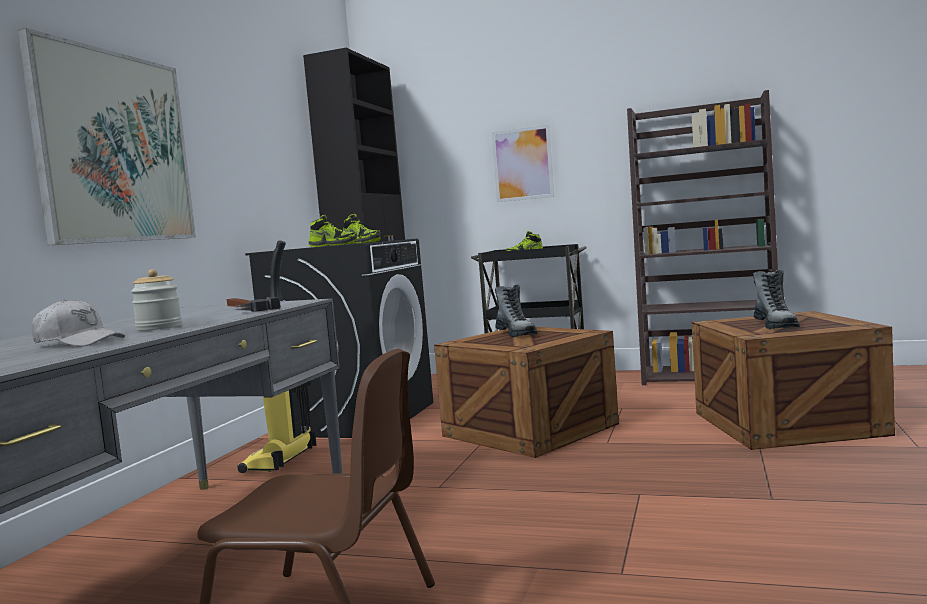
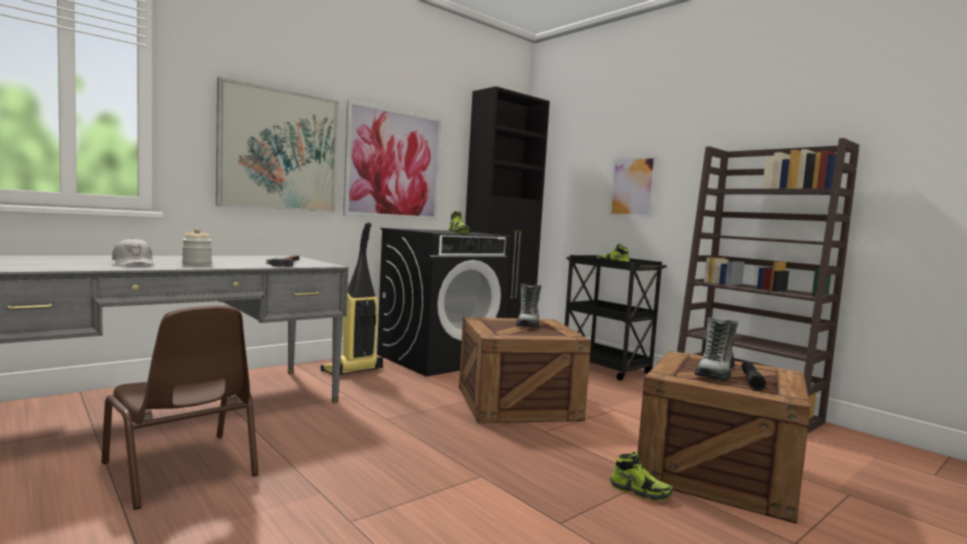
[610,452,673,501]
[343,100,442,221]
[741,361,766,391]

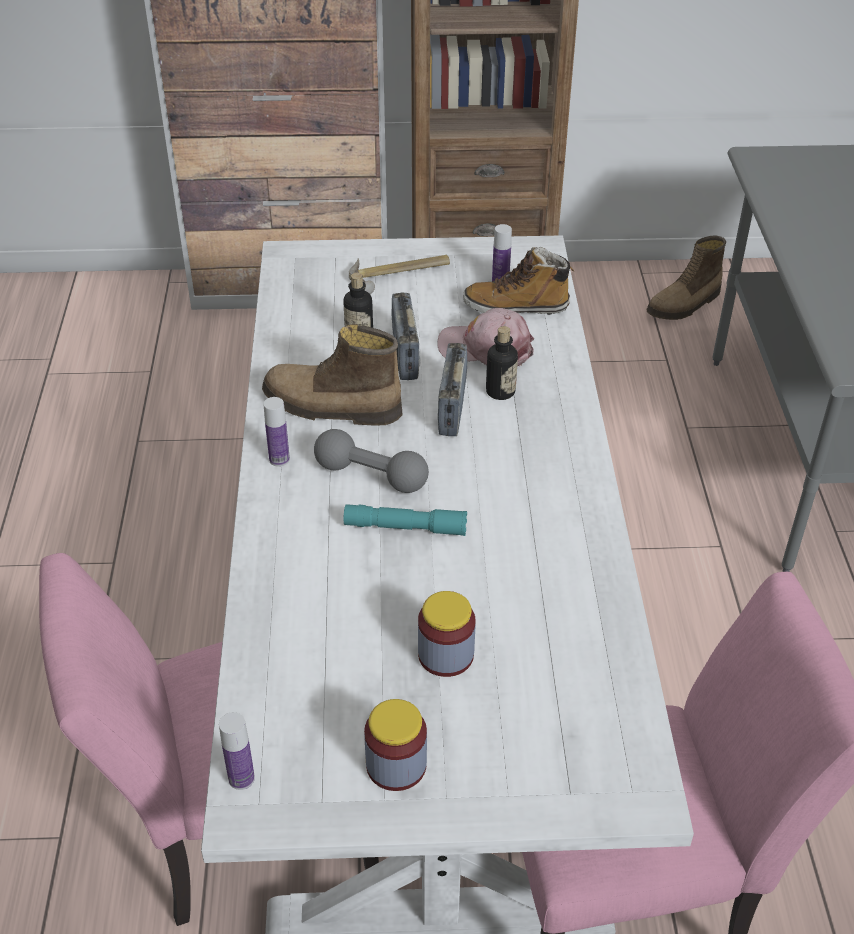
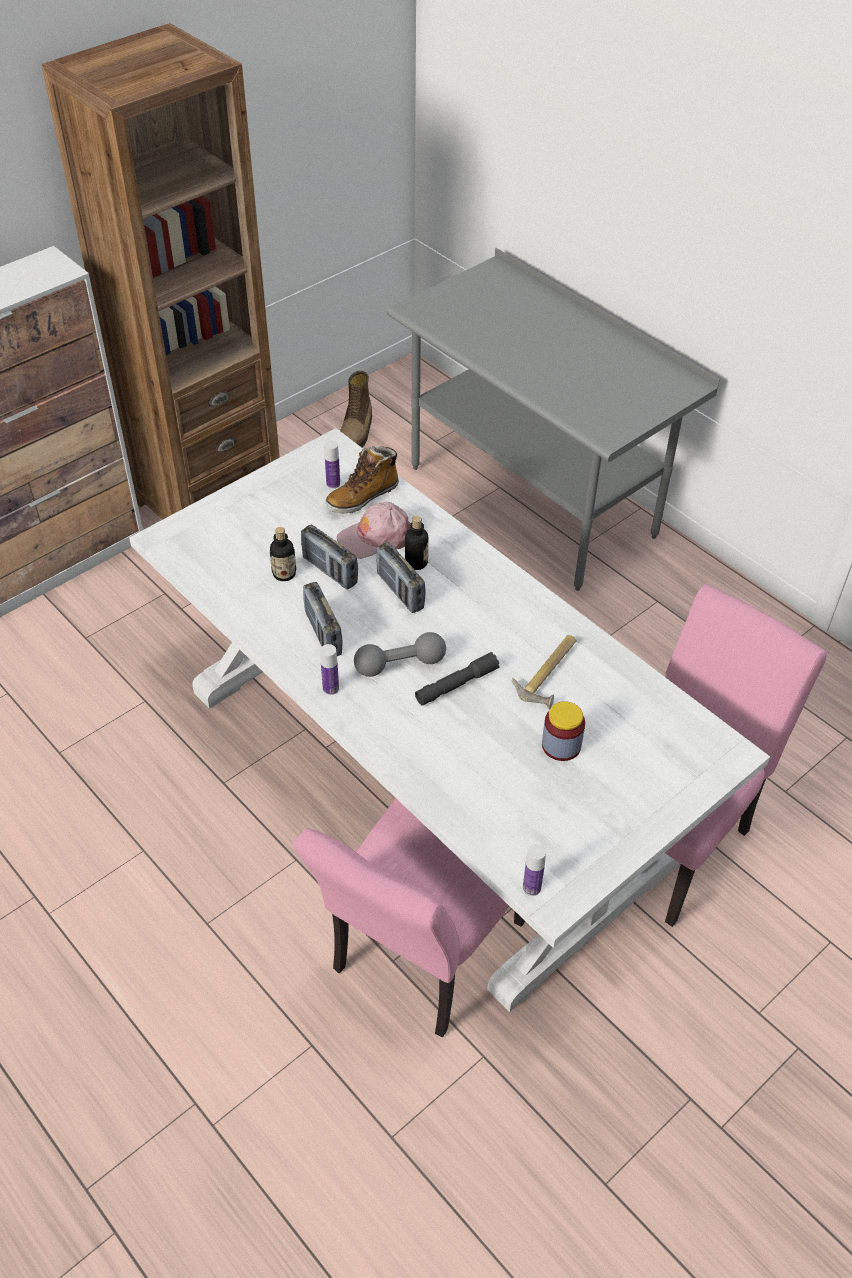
[303,582,343,656]
[415,652,500,705]
[512,635,576,710]
[364,699,427,791] (first image)

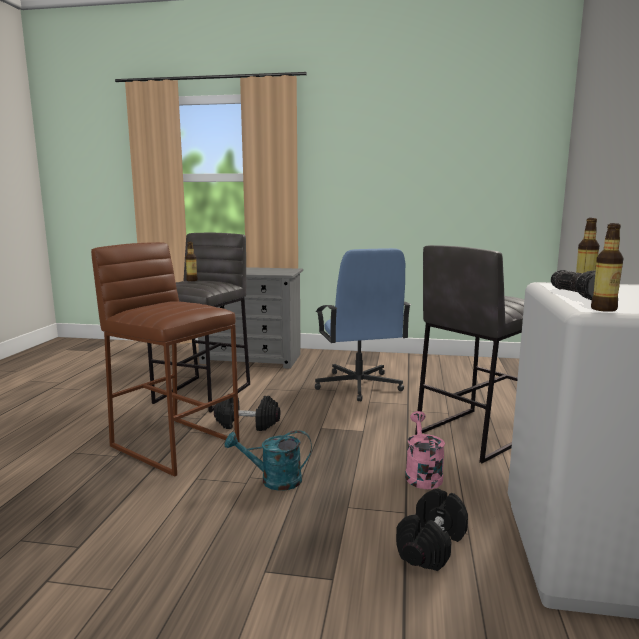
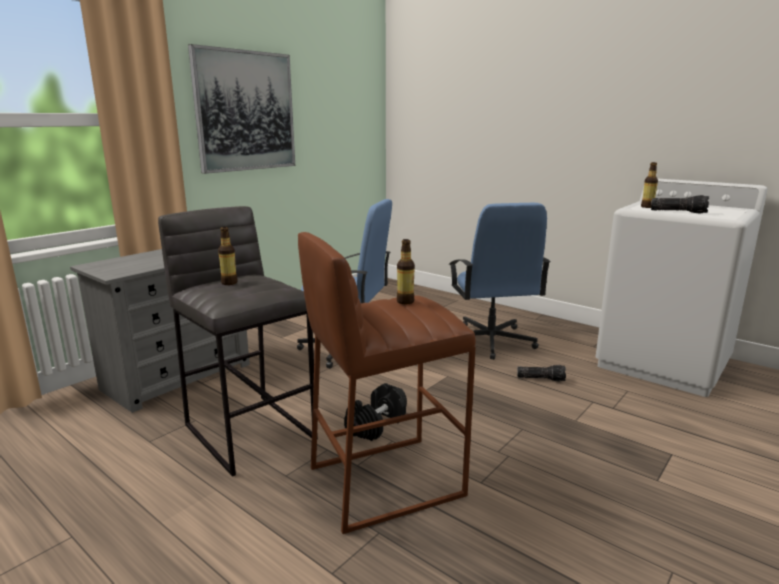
[225,430,312,491] (first image)
[396,488,468,571] (first image)
[517,365,566,382]
[449,203,551,360]
[397,239,415,304]
[188,44,295,174]

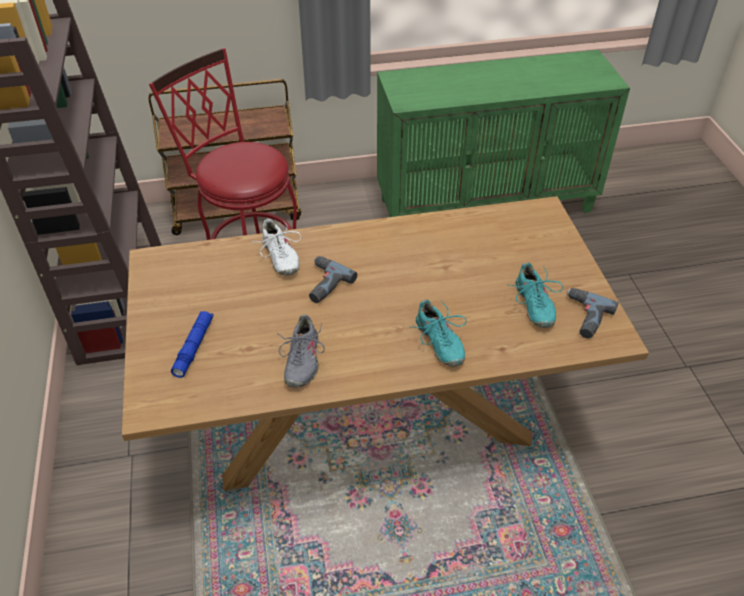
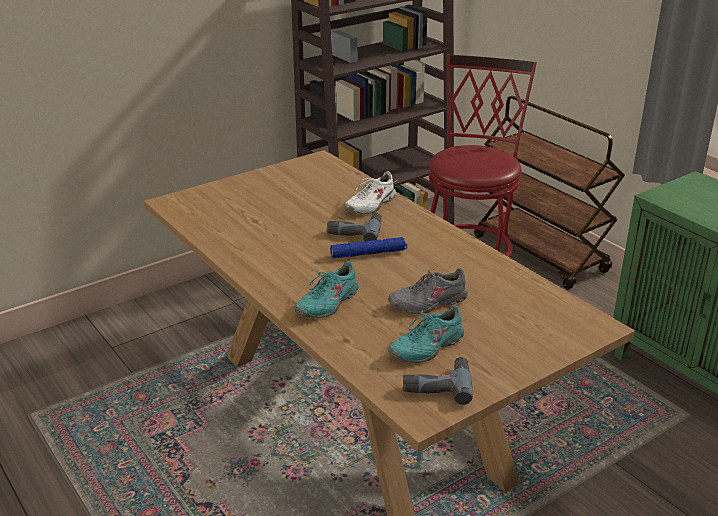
[330,237,407,258]
[388,268,468,314]

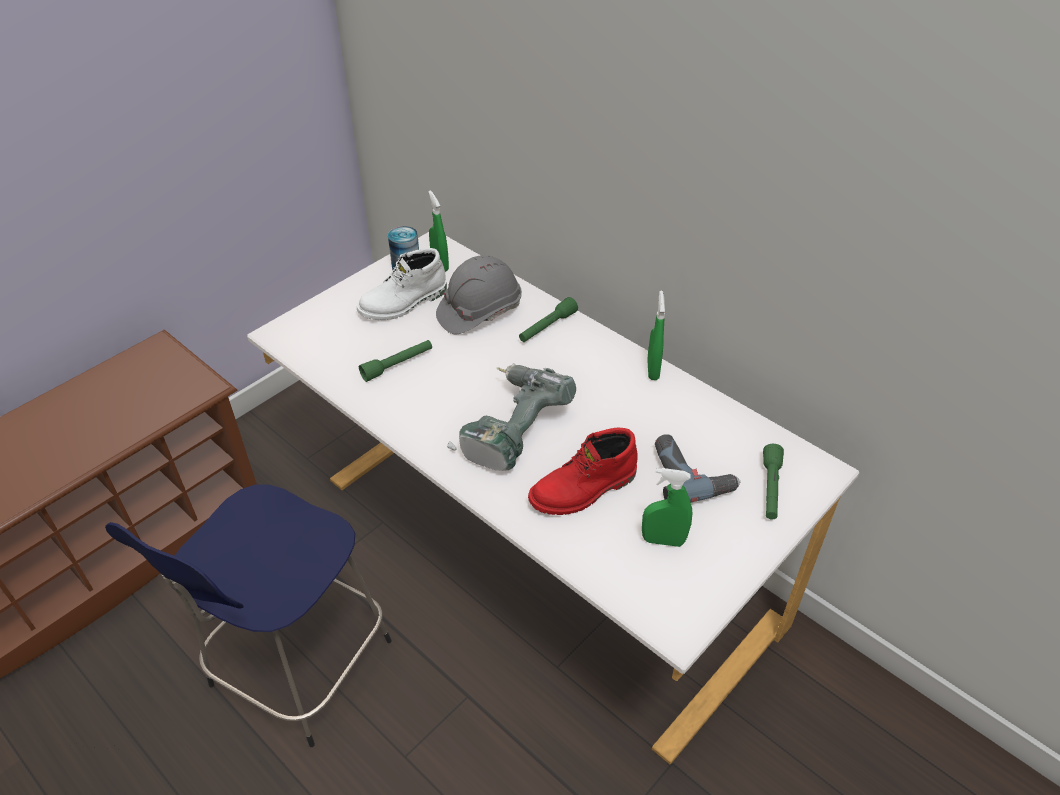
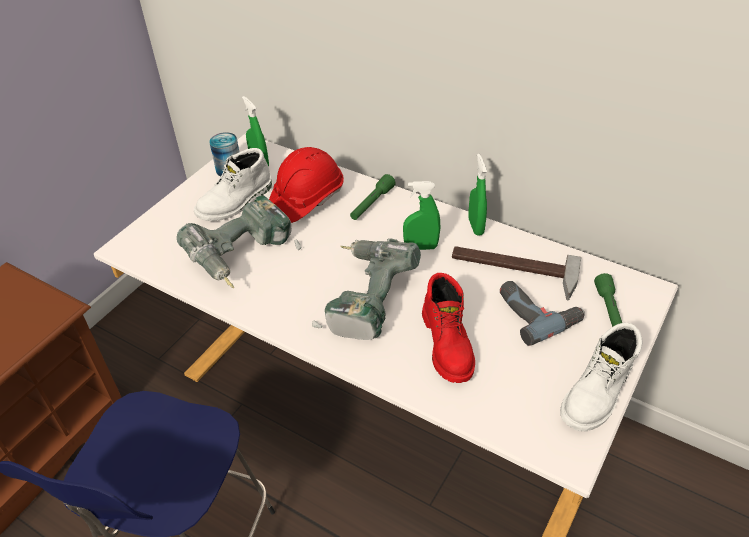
[177,196,302,289]
[269,147,344,223]
[422,273,475,383]
[403,181,440,250]
[452,246,581,300]
[560,323,642,431]

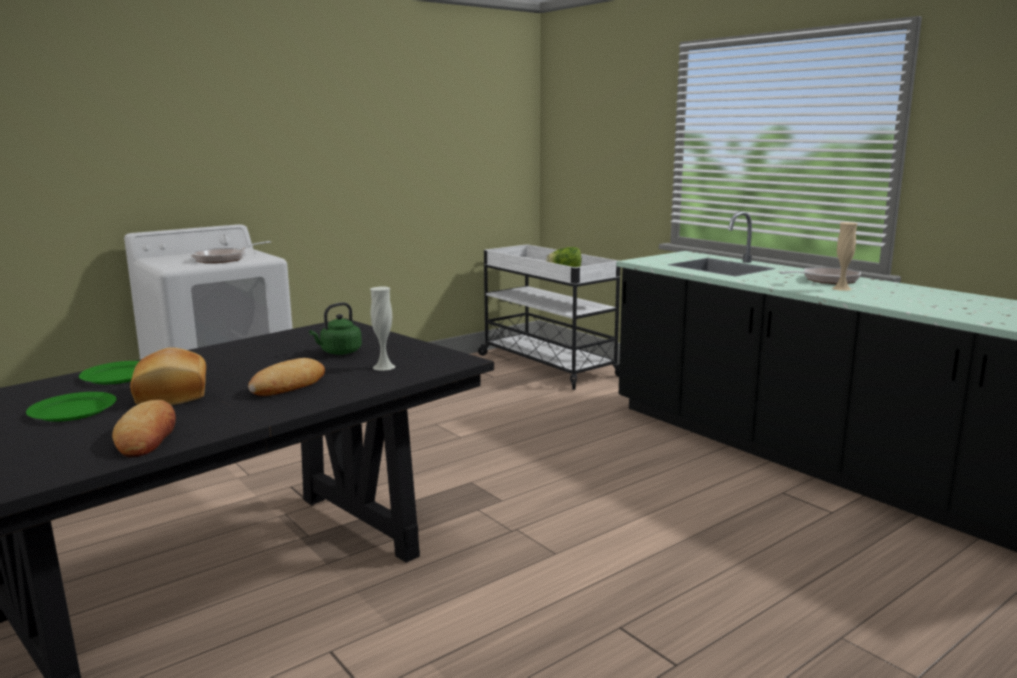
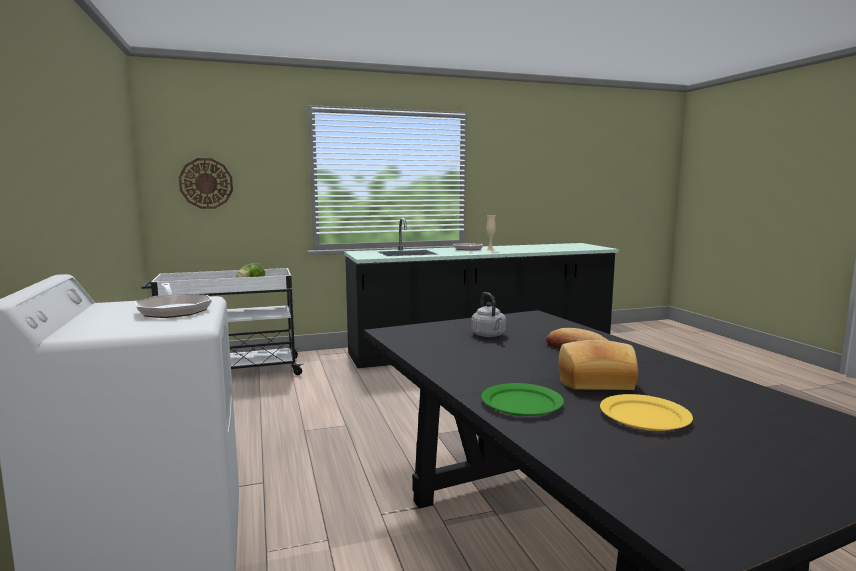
[600,394,693,431]
[112,400,176,457] (first image)
[471,292,506,337]
[370,287,395,371] (first image)
[179,158,233,209]

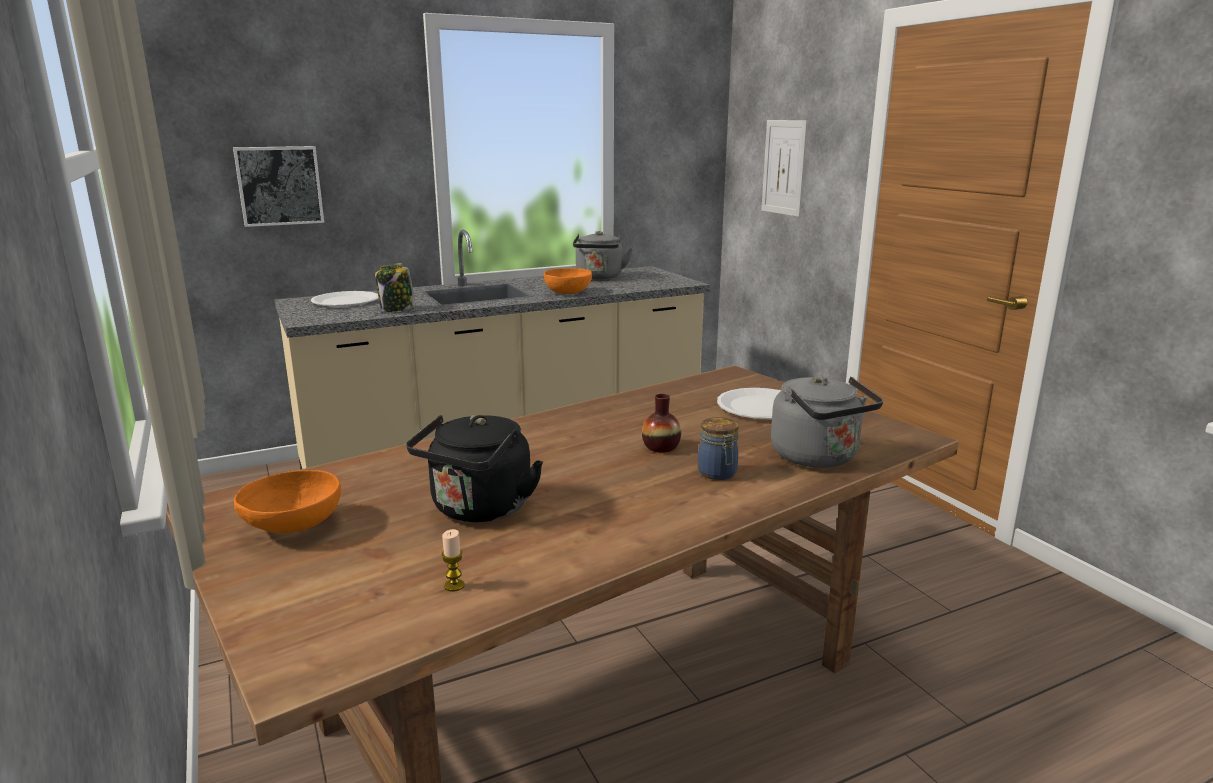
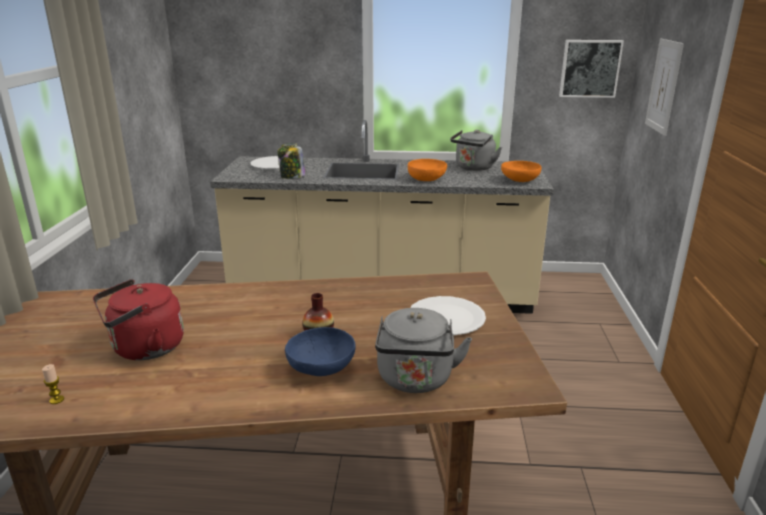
[559,40,624,98]
[501,161,542,182]
[93,279,184,360]
[285,327,356,376]

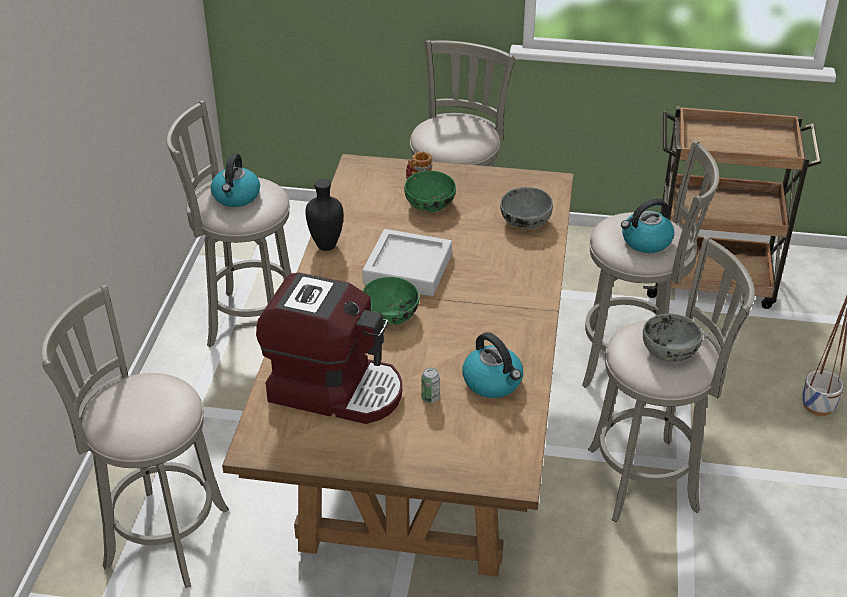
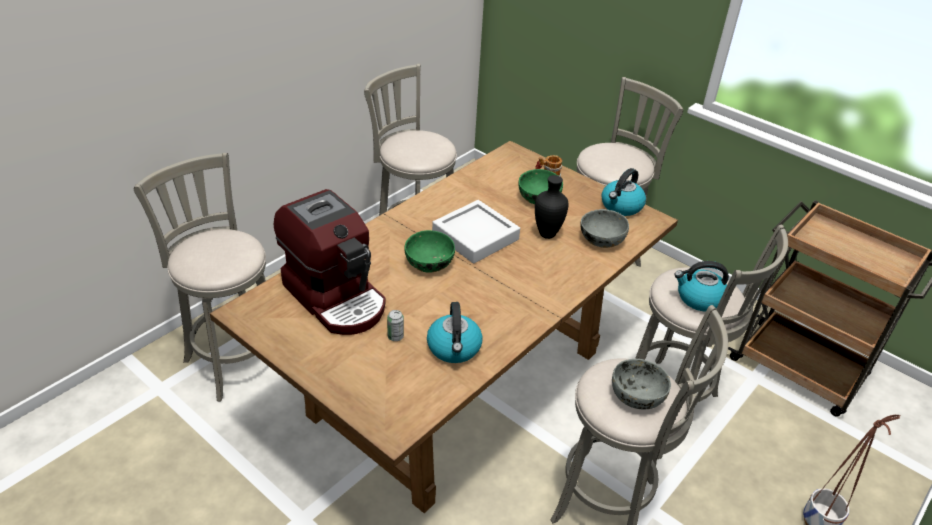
[601,168,646,216]
[535,175,569,239]

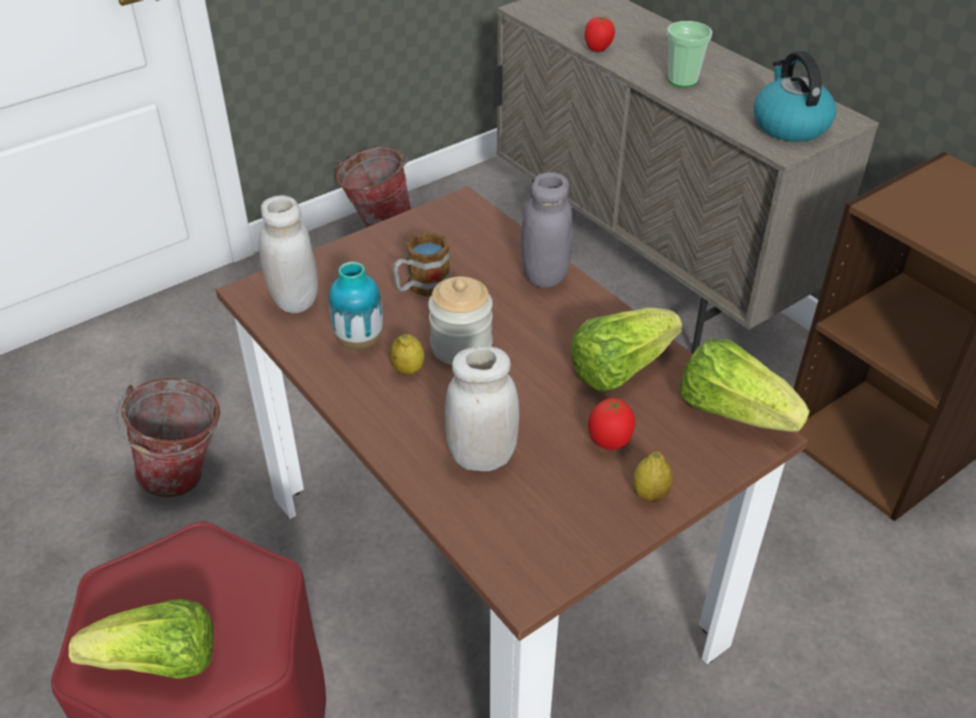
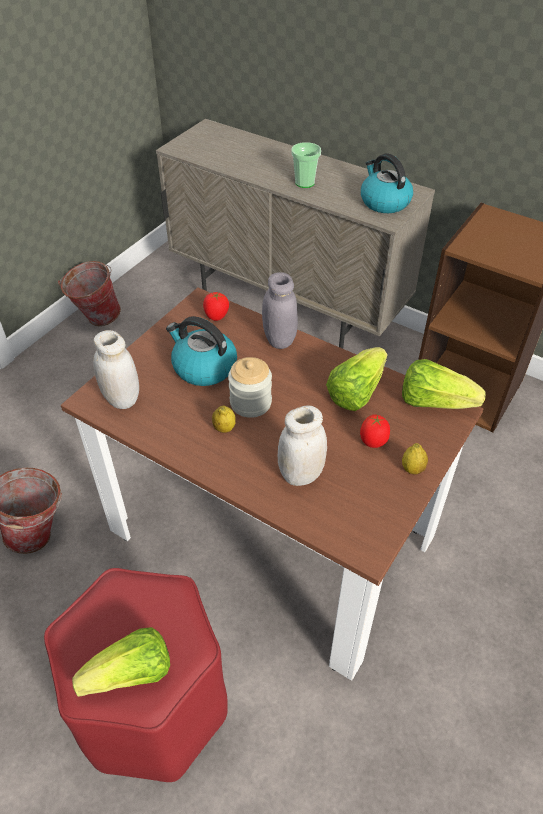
[329,262,383,350] (first image)
[166,316,237,386]
[203,292,229,321]

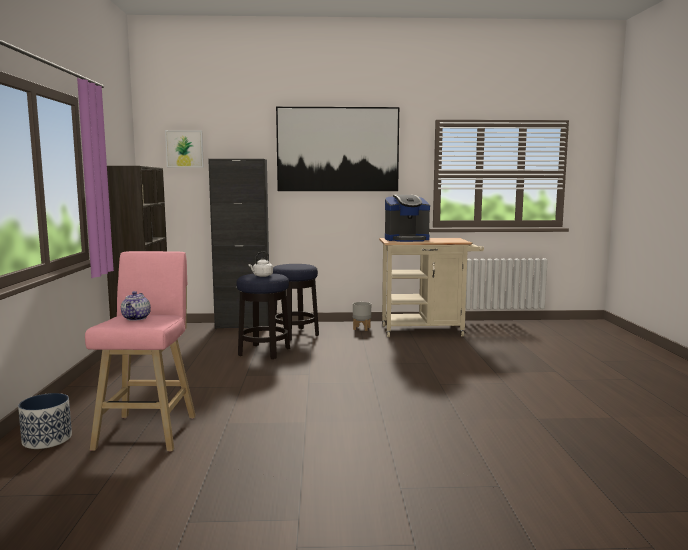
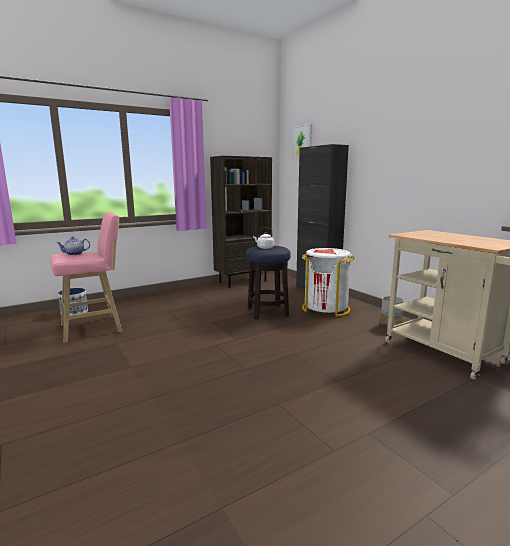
[302,248,354,317]
[276,107,399,191] (first image)
[385,195,430,242] (first image)

